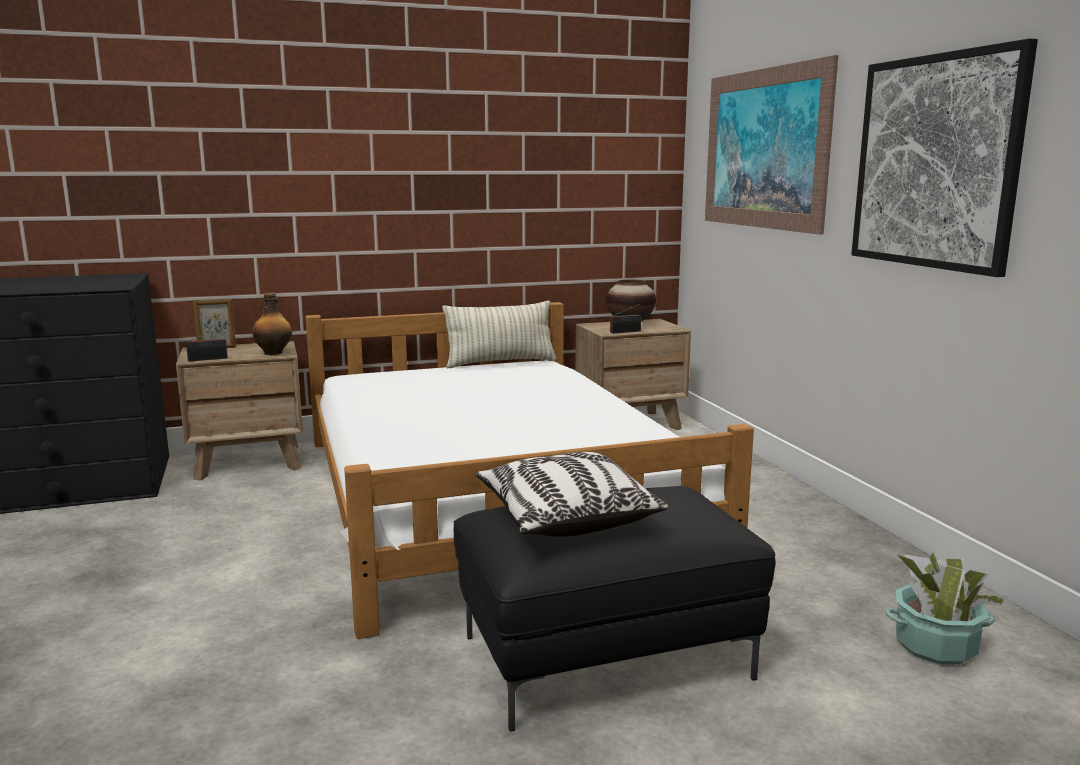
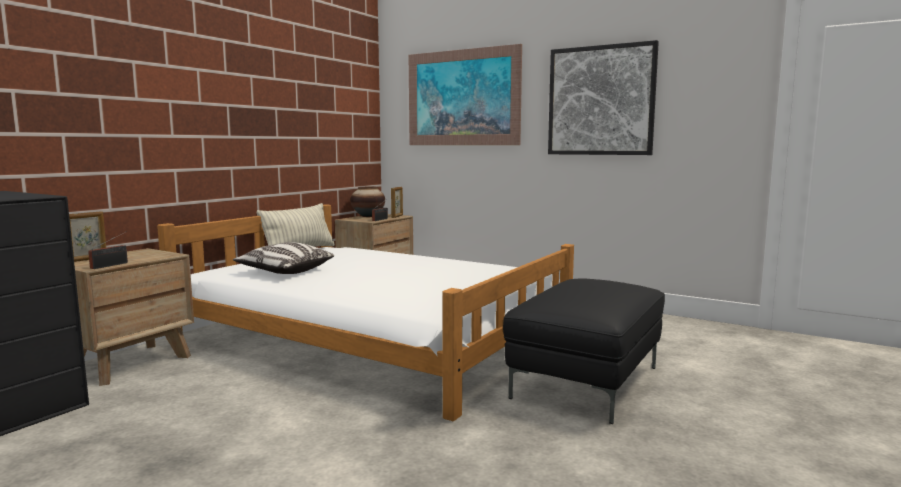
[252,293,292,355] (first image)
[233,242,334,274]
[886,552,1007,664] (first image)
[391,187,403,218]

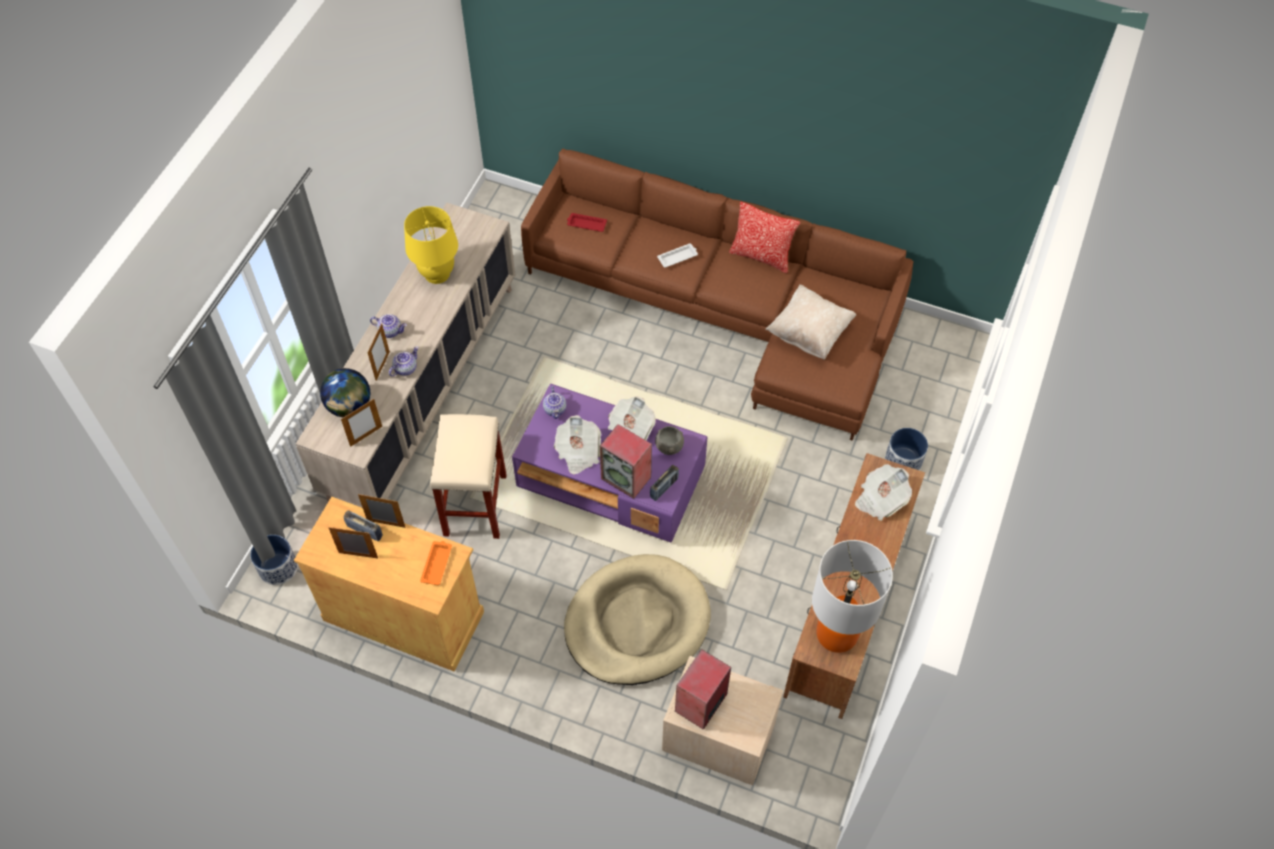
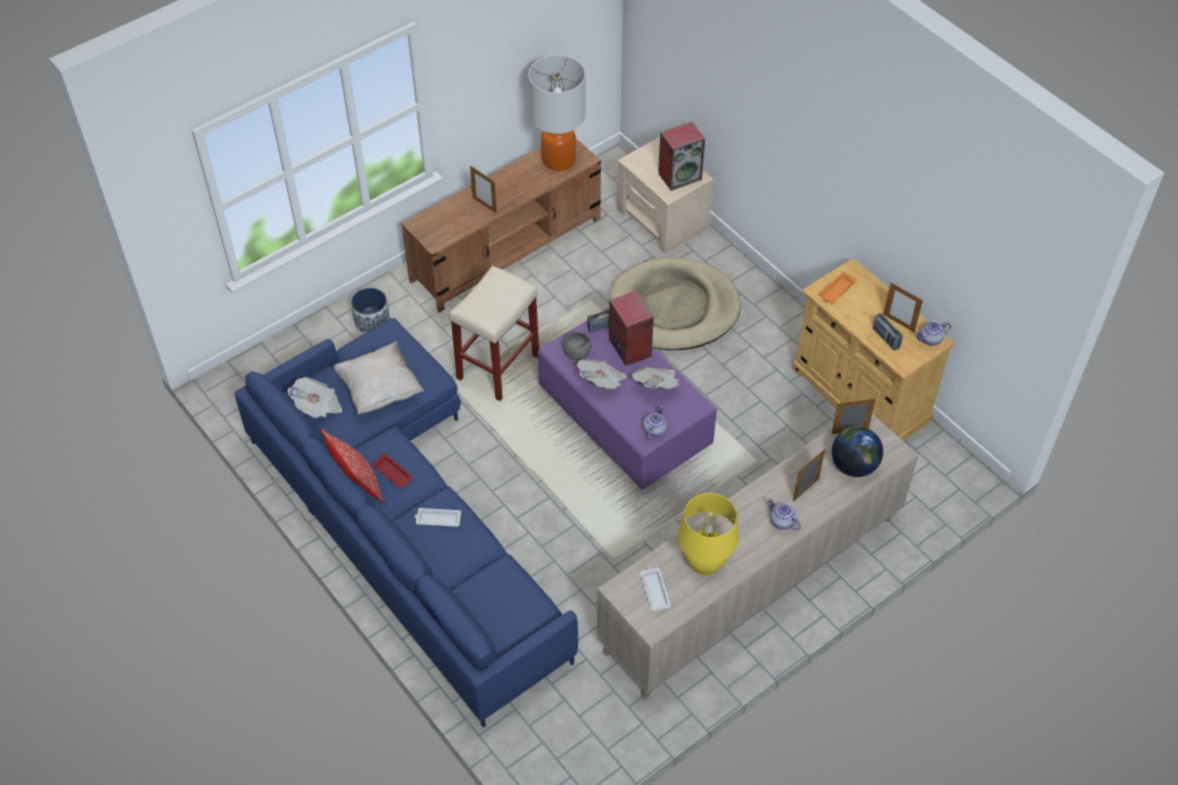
[250,535,298,585] (first image)
[470,166,497,214]
[915,321,951,346]
[449,266,539,401]
[235,318,578,727]
[372,453,413,488]
[288,377,343,418]
[640,568,671,611]

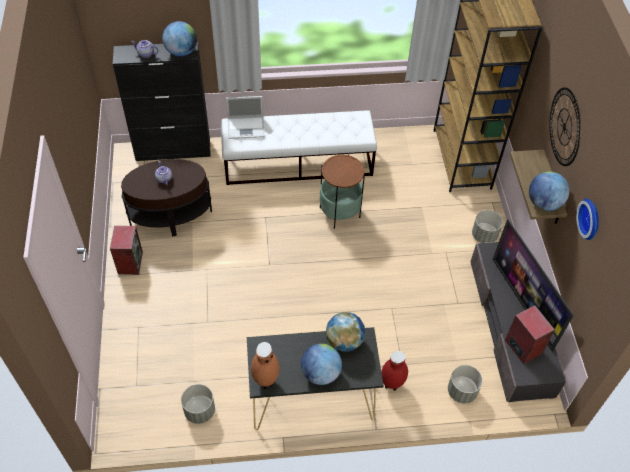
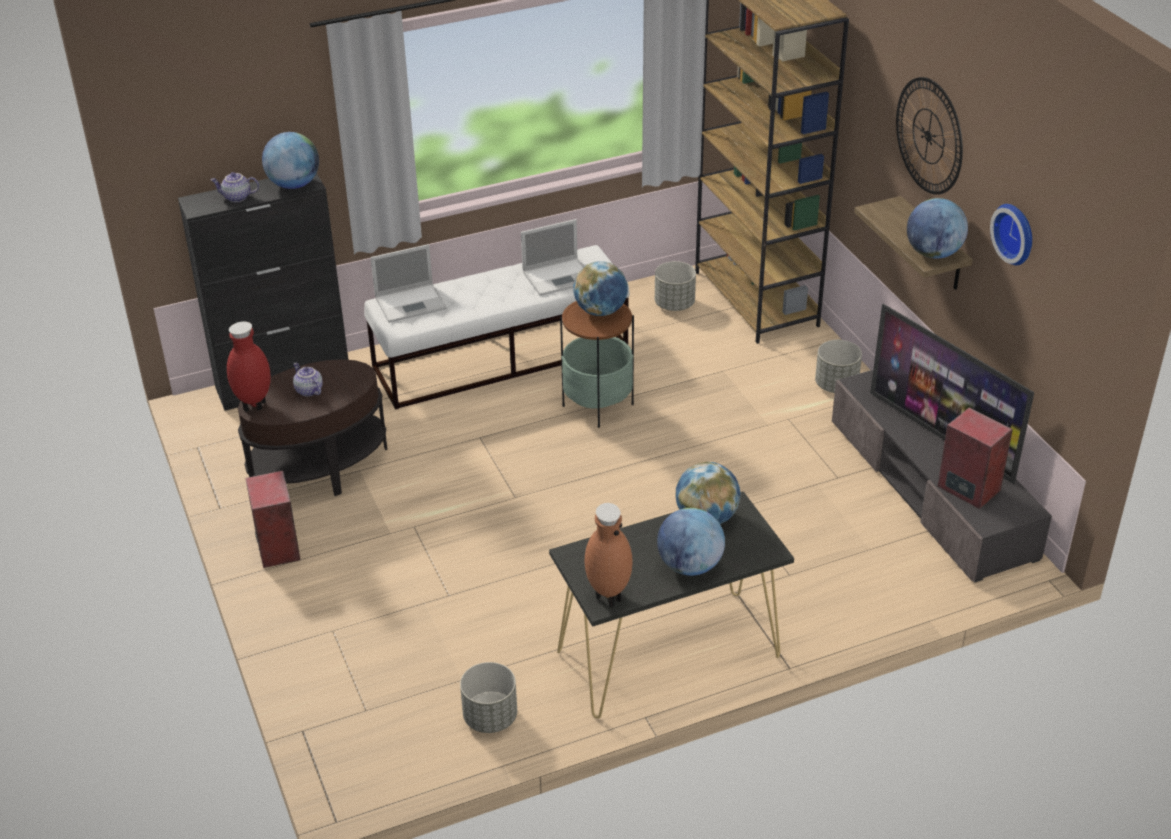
[227,322,271,412]
[655,261,696,311]
[521,219,584,296]
[573,261,628,316]

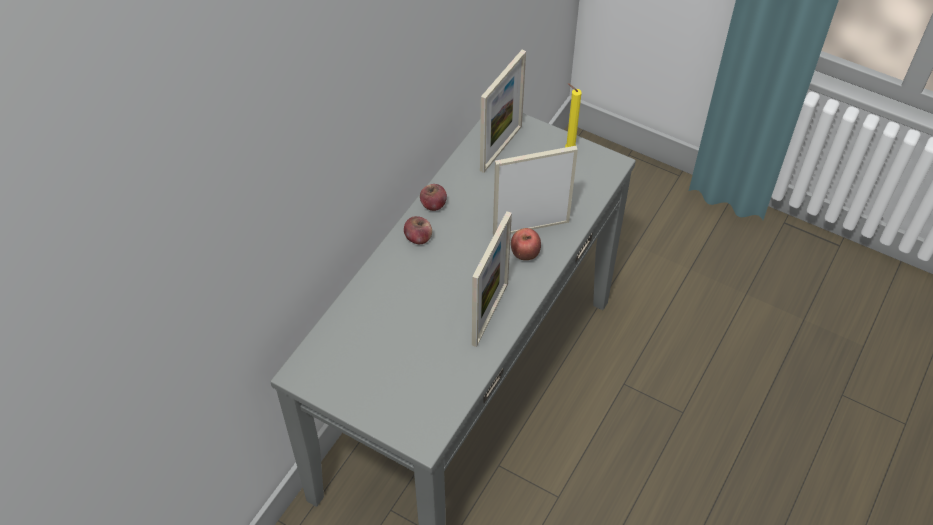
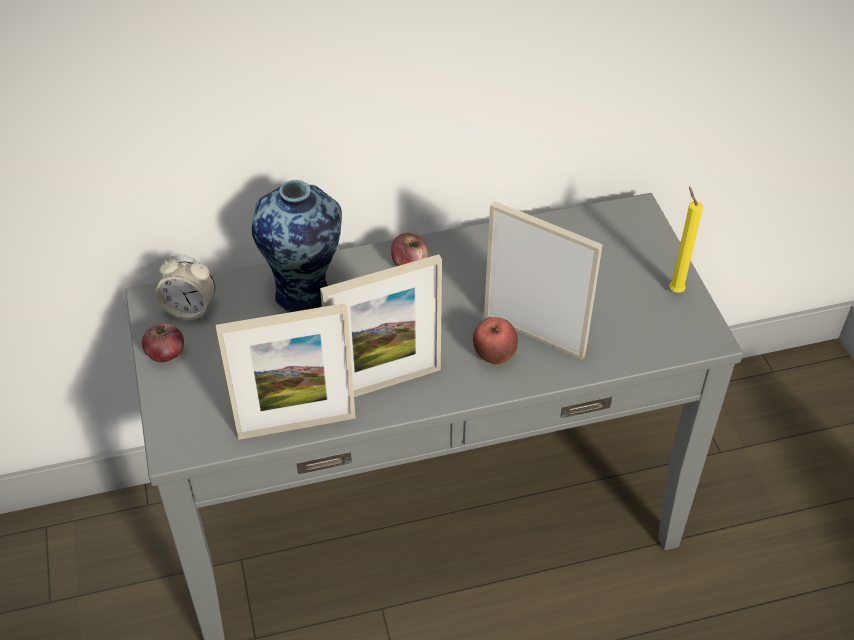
[142,324,184,362]
[216,303,355,440]
[155,254,215,320]
[252,180,342,313]

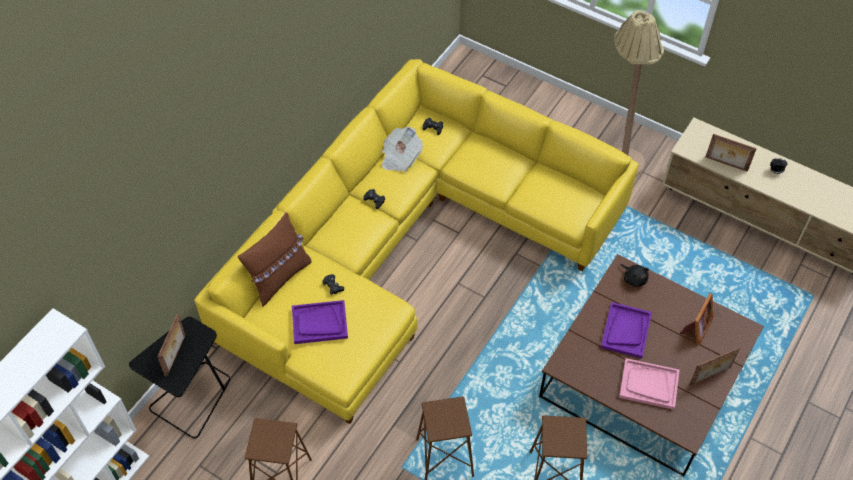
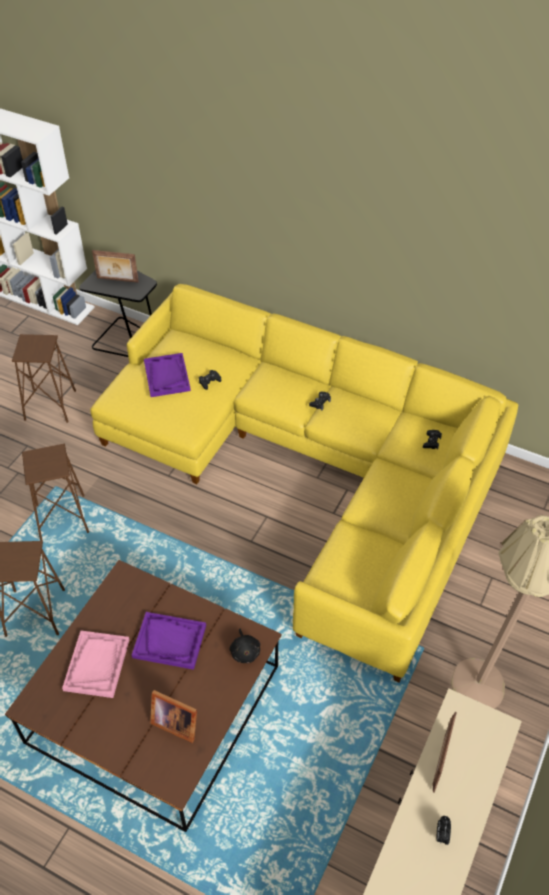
[238,212,312,307] (first image)
[382,127,423,172] (first image)
[230,629,260,663]
[689,347,740,386] (first image)

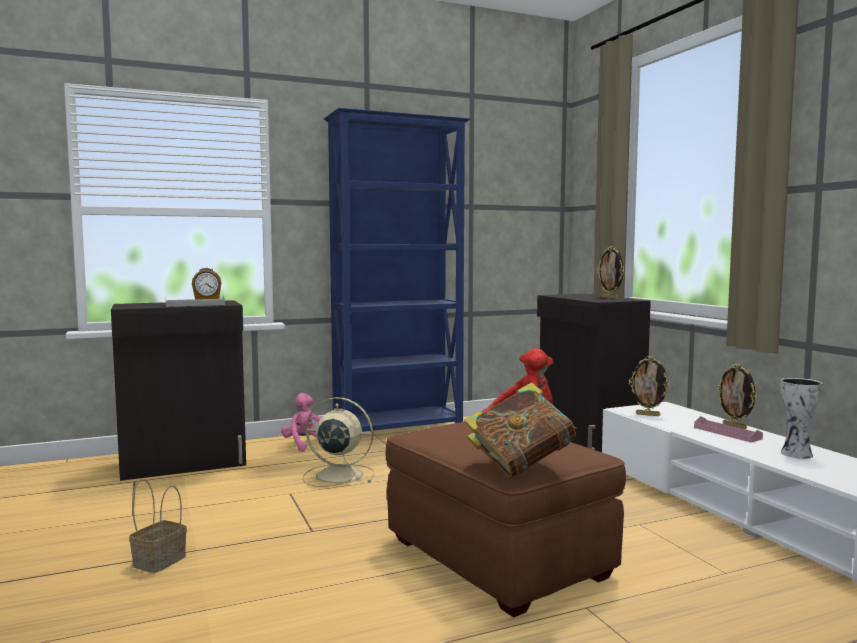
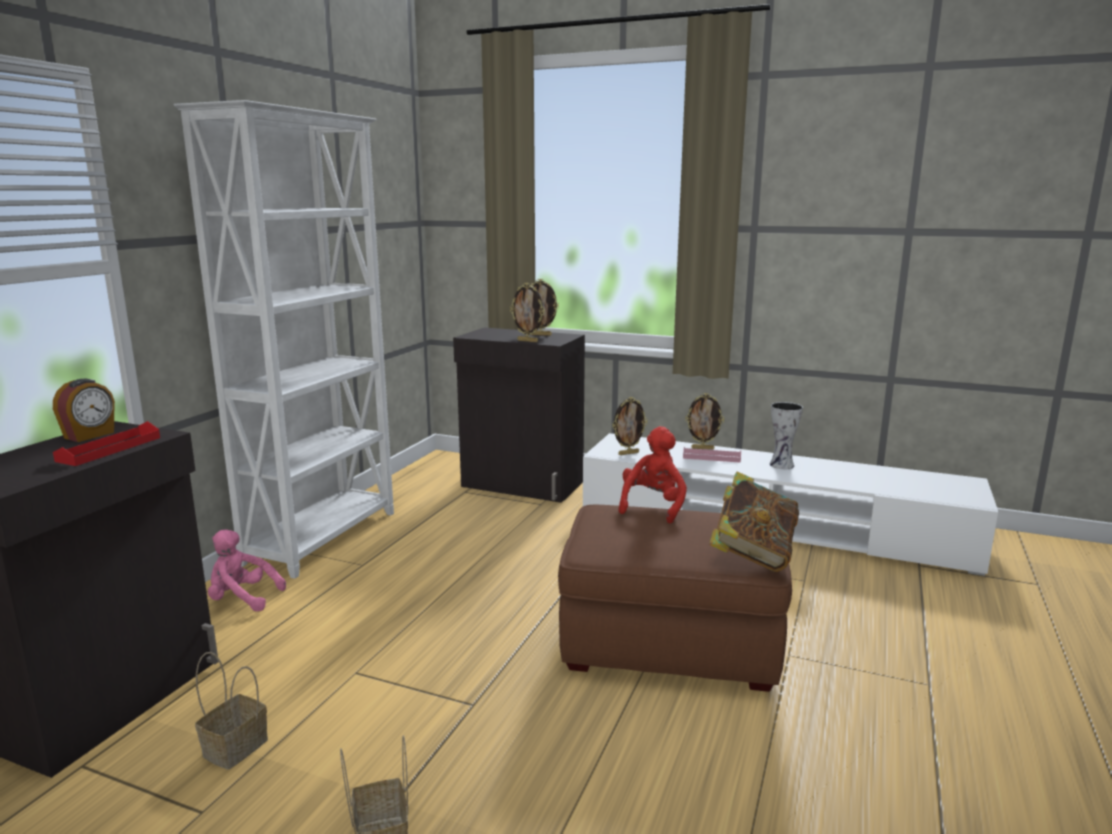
[53,421,160,466]
[302,397,374,487] (first image)
[174,100,394,579]
[195,652,268,769]
[510,283,544,342]

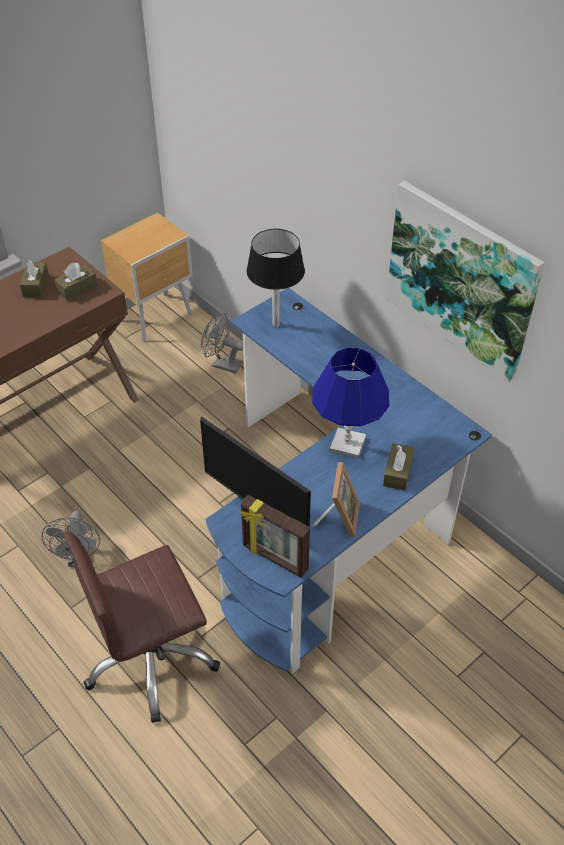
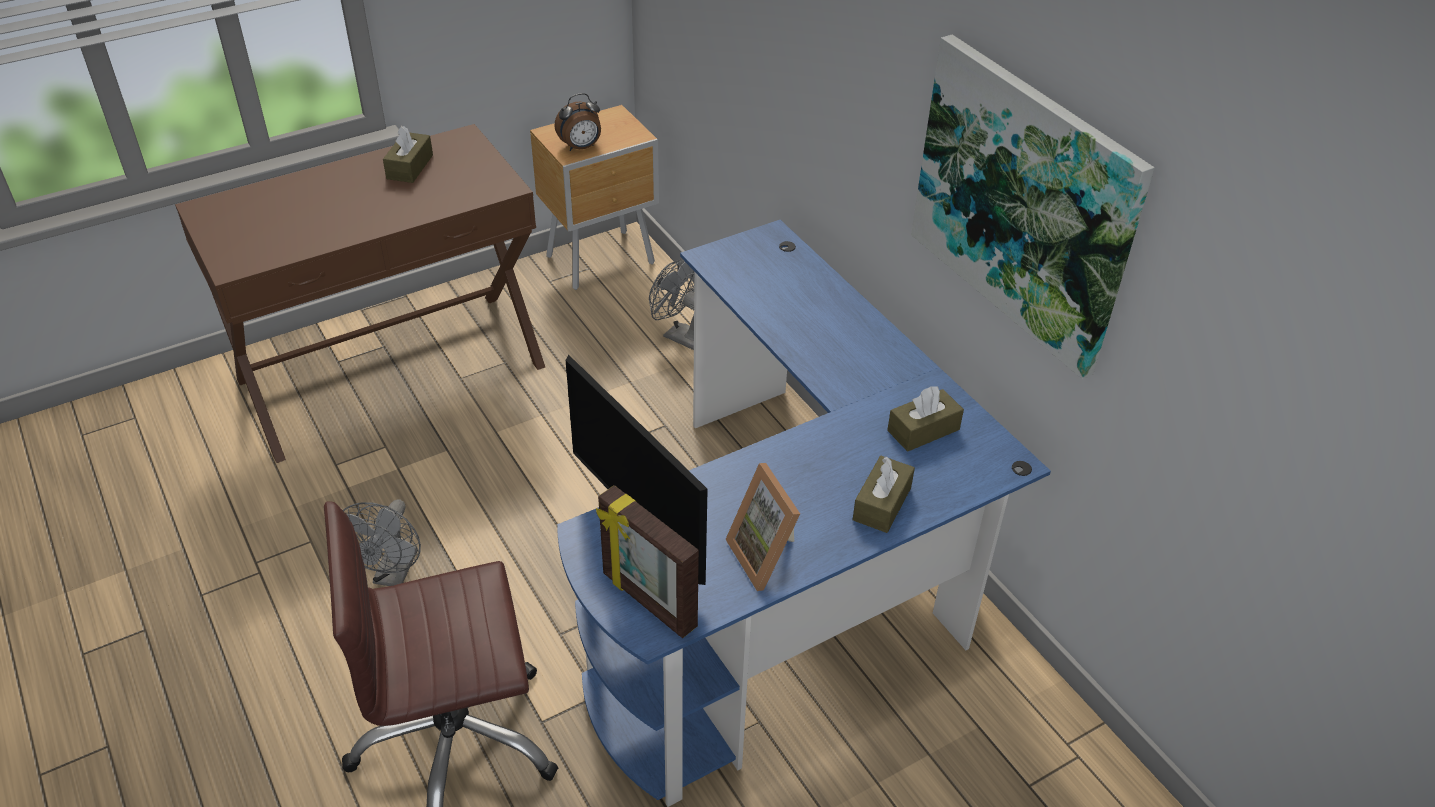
[887,386,964,452]
[247,229,305,327] (first image)
[312,348,389,458] (first image)
[725,463,800,591]
[554,93,601,151]

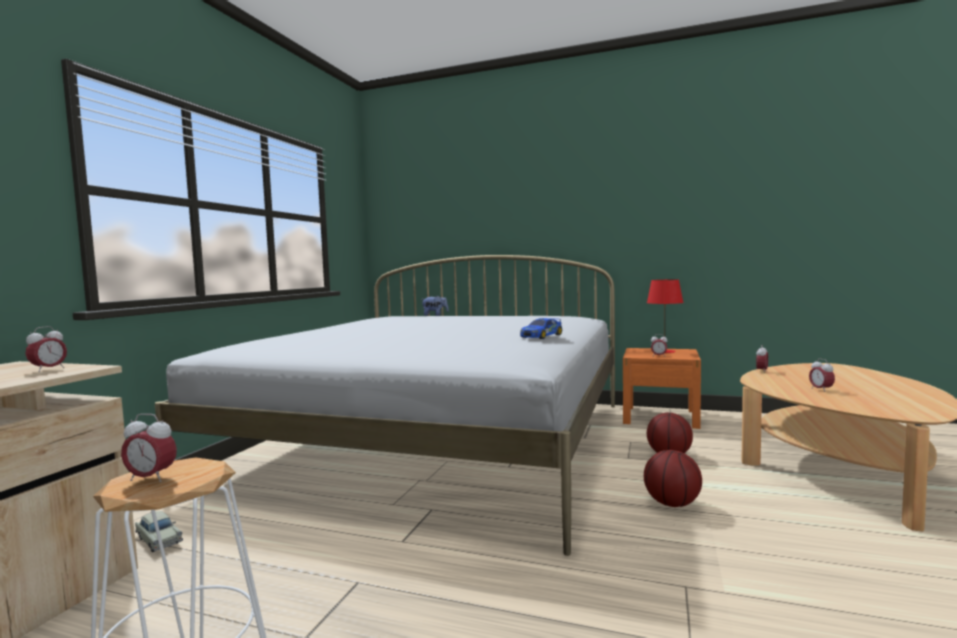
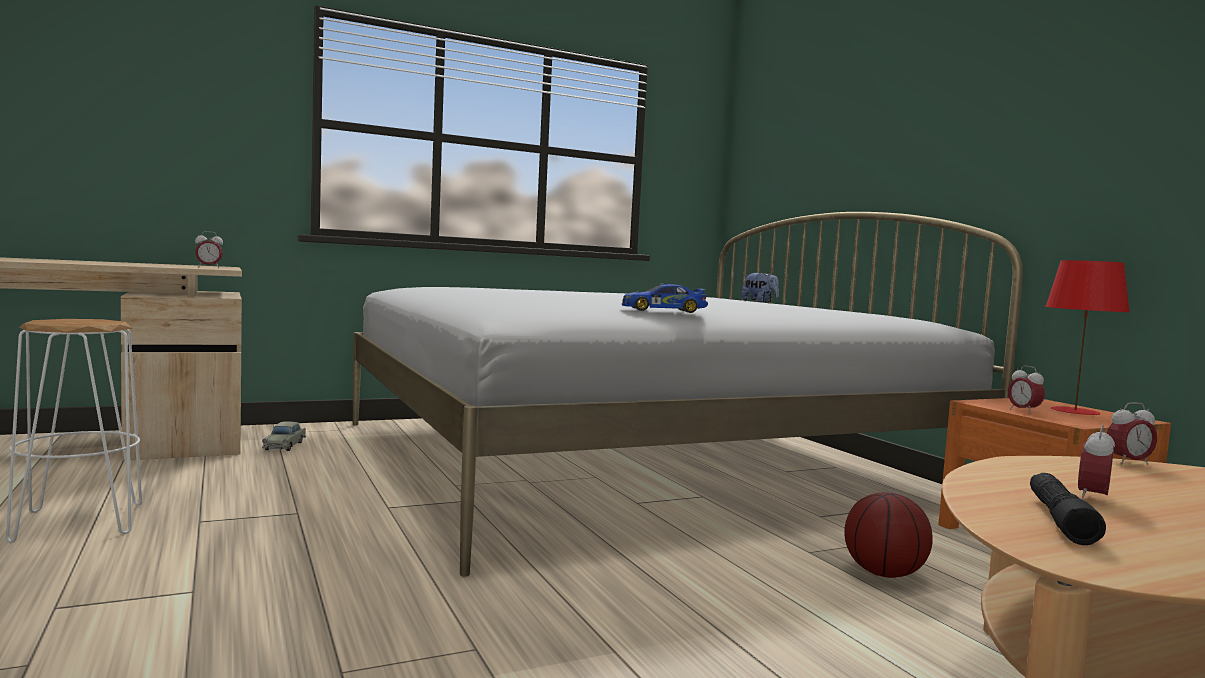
[121,414,177,482] (first image)
[644,450,702,507] (first image)
[1030,473,1106,545]

